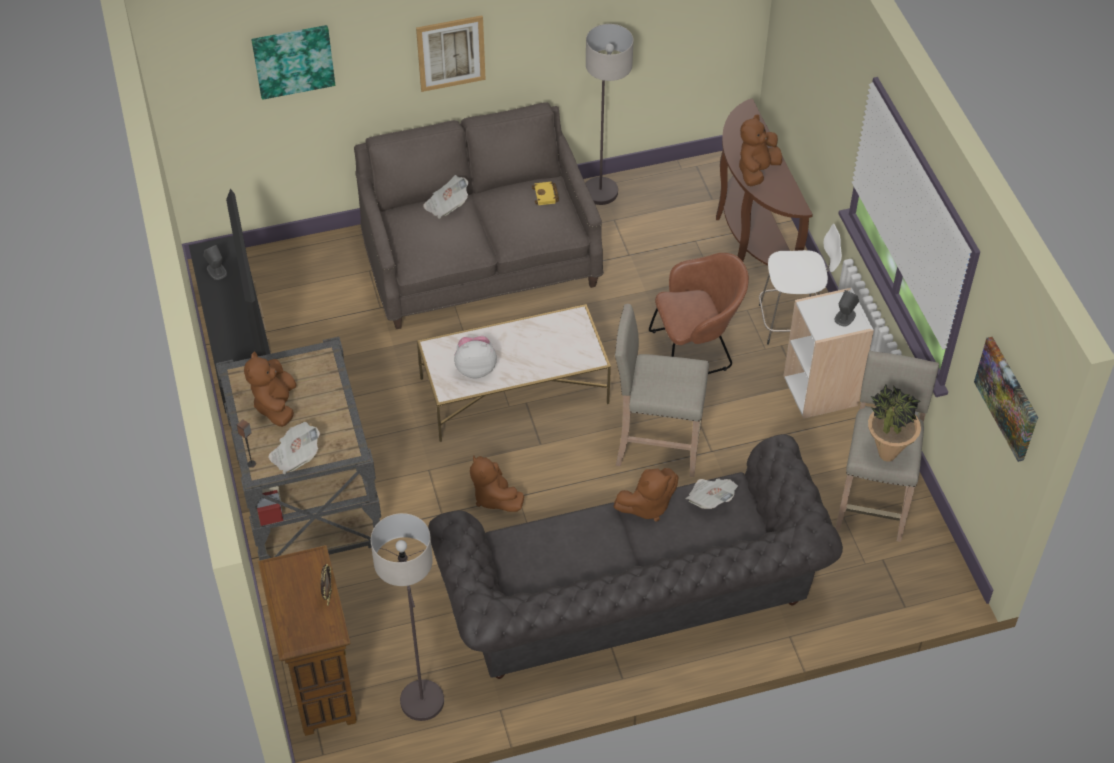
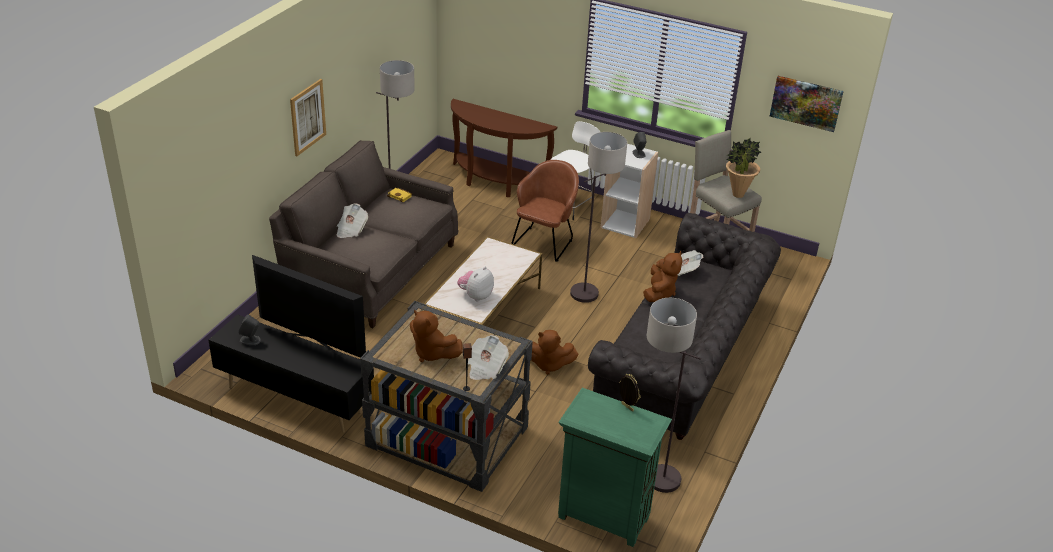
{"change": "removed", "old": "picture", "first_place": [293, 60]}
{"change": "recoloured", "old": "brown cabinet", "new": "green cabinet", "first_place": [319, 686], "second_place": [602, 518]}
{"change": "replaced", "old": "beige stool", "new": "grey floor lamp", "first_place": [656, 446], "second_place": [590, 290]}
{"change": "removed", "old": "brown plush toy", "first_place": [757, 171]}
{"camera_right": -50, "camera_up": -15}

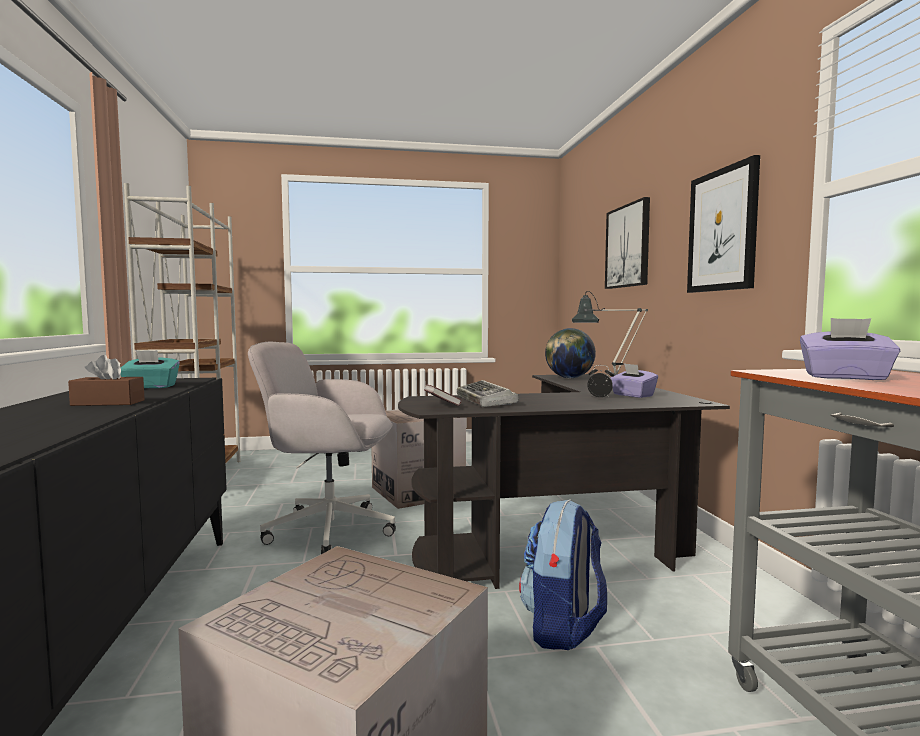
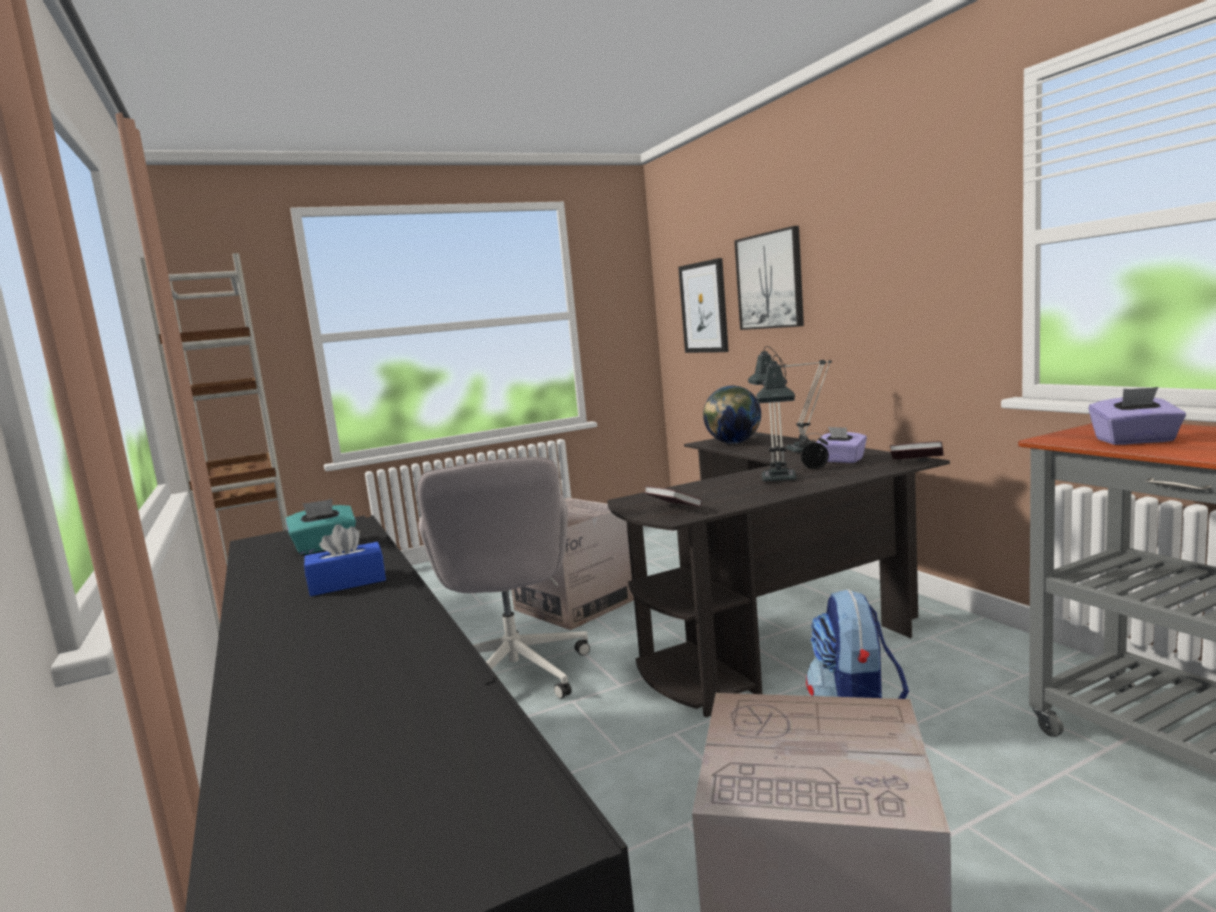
{"change": "recoloured", "old": "brown tissue box", "new": "blue tissue box", "first_place": [108, 403], "second_place": [347, 583]}
{"change": "turned", "old": "grey office chair", "first_place": [329, 531], "second_place": [515, 675], "degrees": -90}
{"change": "removed", "old": "keyboard", "first_place": [486, 401]}
{"change": "moved", "old": "picture", "first_place": [722, 230], "second_place": [704, 307]}
{"change": "added", "new": "table lamp", "second_place": [779, 481]}
{"change": "added", "new": "book", "second_place": [917, 461]}
{"camera_right": -15, "camera_up": 5}

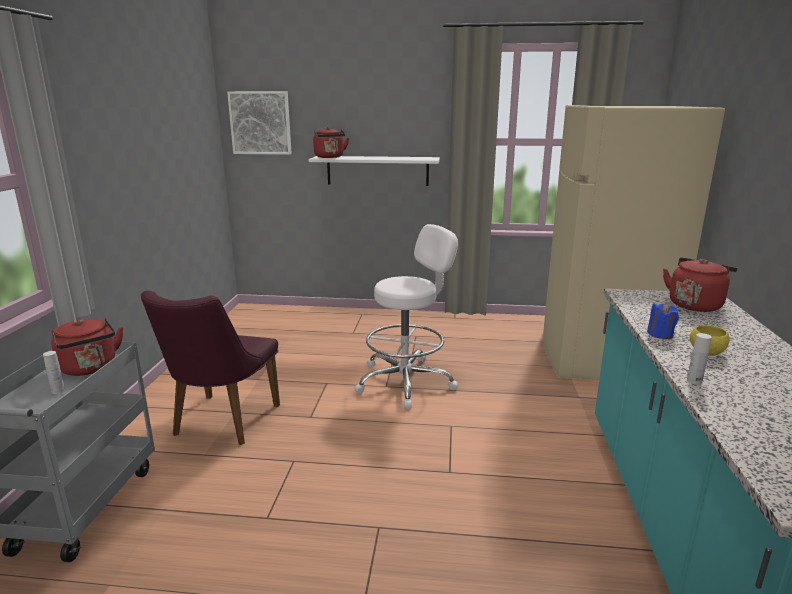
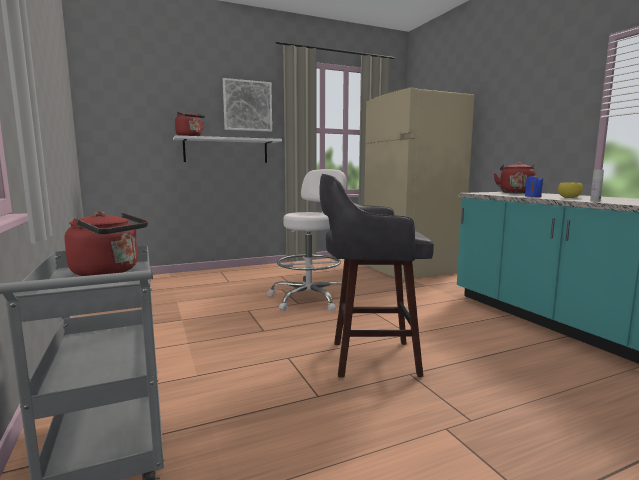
{"change": "removed", "old": "white bottle", "first_place": [58, 391]}
{"change": "removed", "old": "purple chair", "first_place": [221, 424]}
{"change": "moved", "old": "picture", "first_place": [260, 123], "second_place": [247, 106]}
{"change": "added", "new": "grey stool", "second_place": [369, 358]}
{"camera_right": -30, "camera_up": -10}

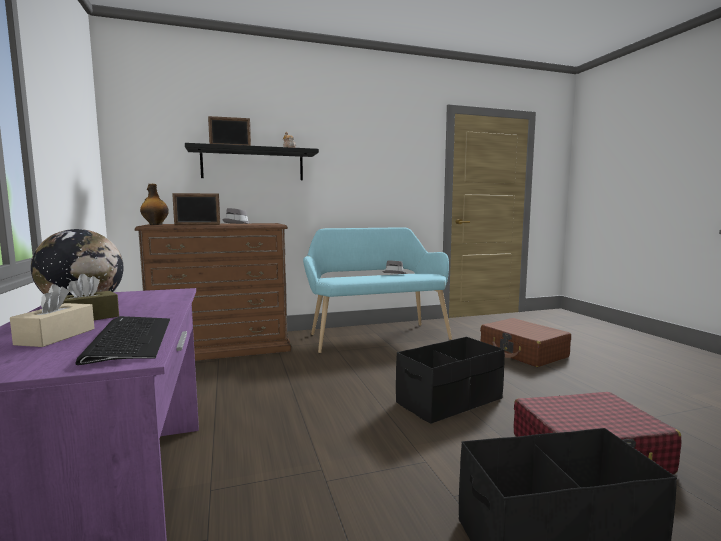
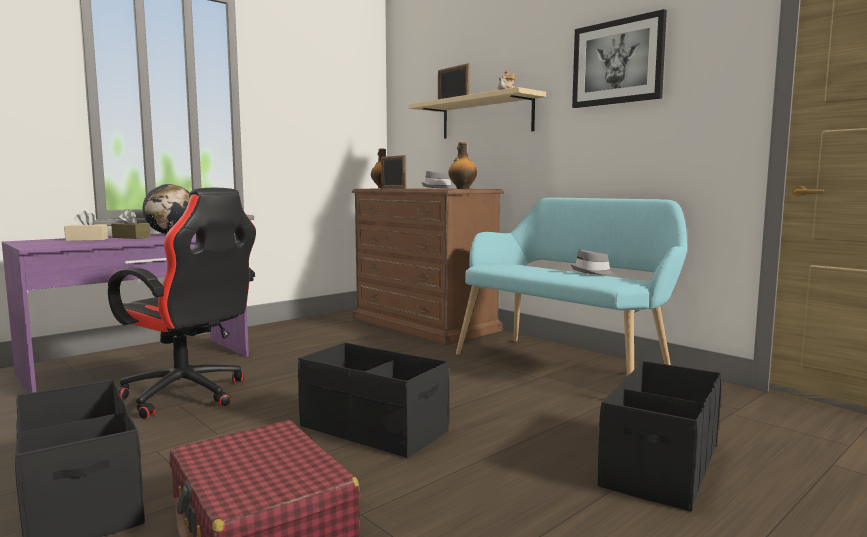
{"change": "removed", "old": "keyboard", "first_place": [130, 339]}
{"change": "recoloured", "old": "black shelf", "new": "beige shelf", "first_place": [253, 165], "second_place": [486, 117]}
{"change": "replaced", "old": "brown suitcase", "new": "black storage box", "first_place": [523, 352], "second_place": [660, 465]}
{"change": "added", "new": "black office chair", "second_place": [189, 398]}
{"change": "added", "new": "bottle", "second_place": [462, 188]}
{"change": "added", "new": "picture", "second_place": [617, 62]}
{"camera_right": 65, "camera_up": 0}

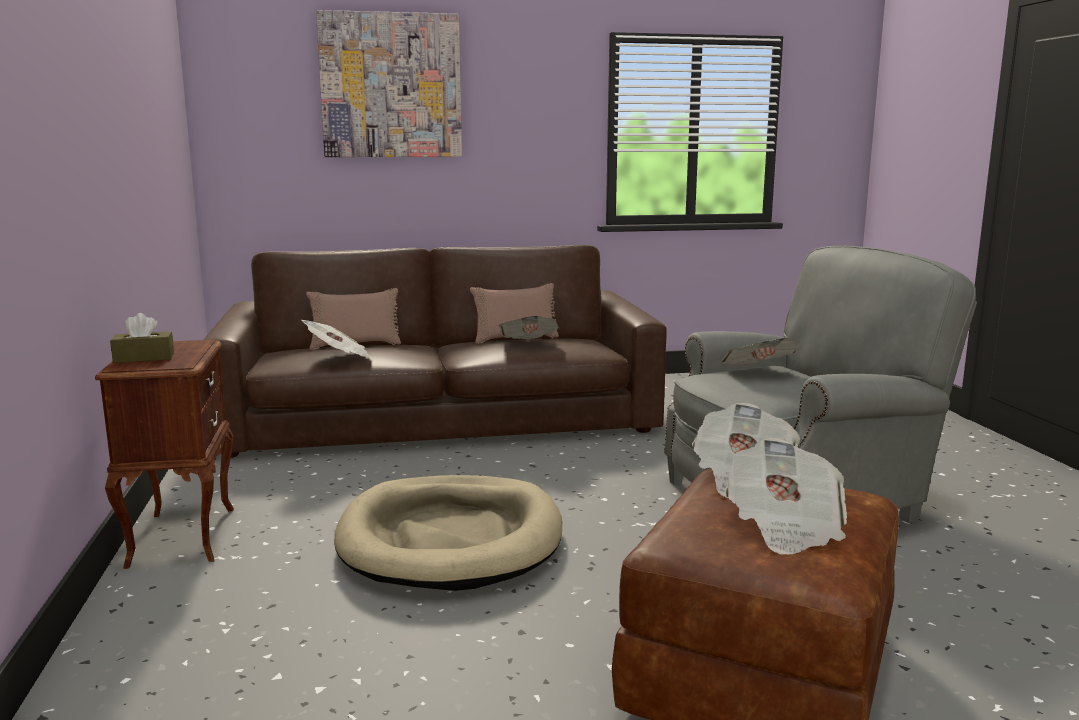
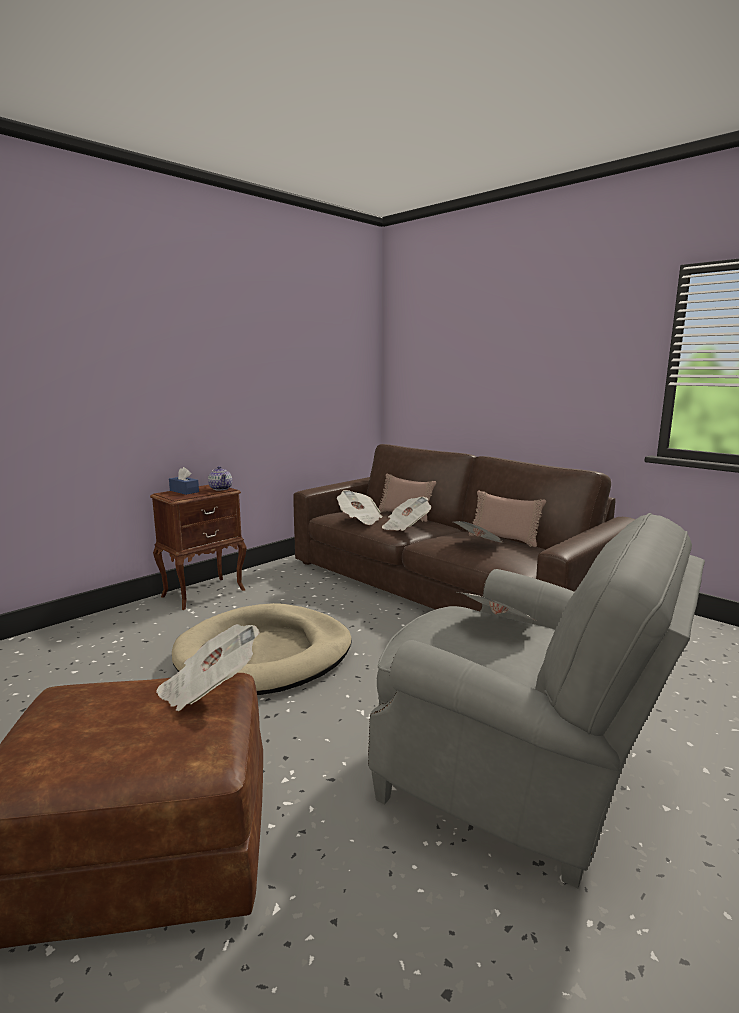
{"change": "recoloured", "old": "brown tissue box", "new": "blue tissue box", "first_place": [144, 358], "second_place": [184, 491]}
{"change": "removed", "old": "picture", "first_place": [391, 86]}
{"change": "moved", "old": "newspaper", "first_place": [784, 527], "second_place": [405, 526]}
{"change": "added", "new": "teapot", "second_place": [221, 488]}
{"camera_right": 55, "camera_up": 0}

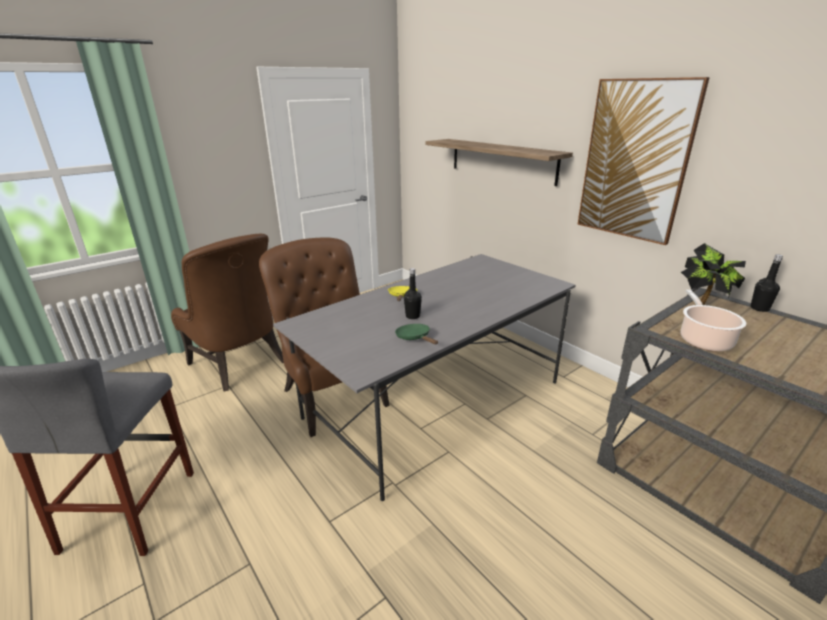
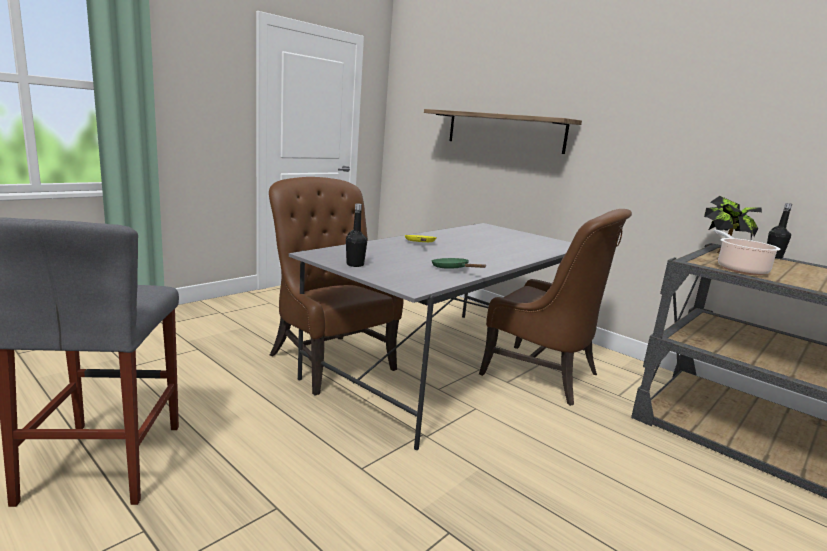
{"change": "moved", "old": "brown chair", "first_place": [239, 363], "second_place": [542, 374]}
{"change": "moved", "old": "black bottle", "first_place": [412, 316], "second_place": [355, 264]}
{"change": "removed", "old": "picture", "first_place": [635, 161]}
{"camera_right": -10, "camera_up": -10}

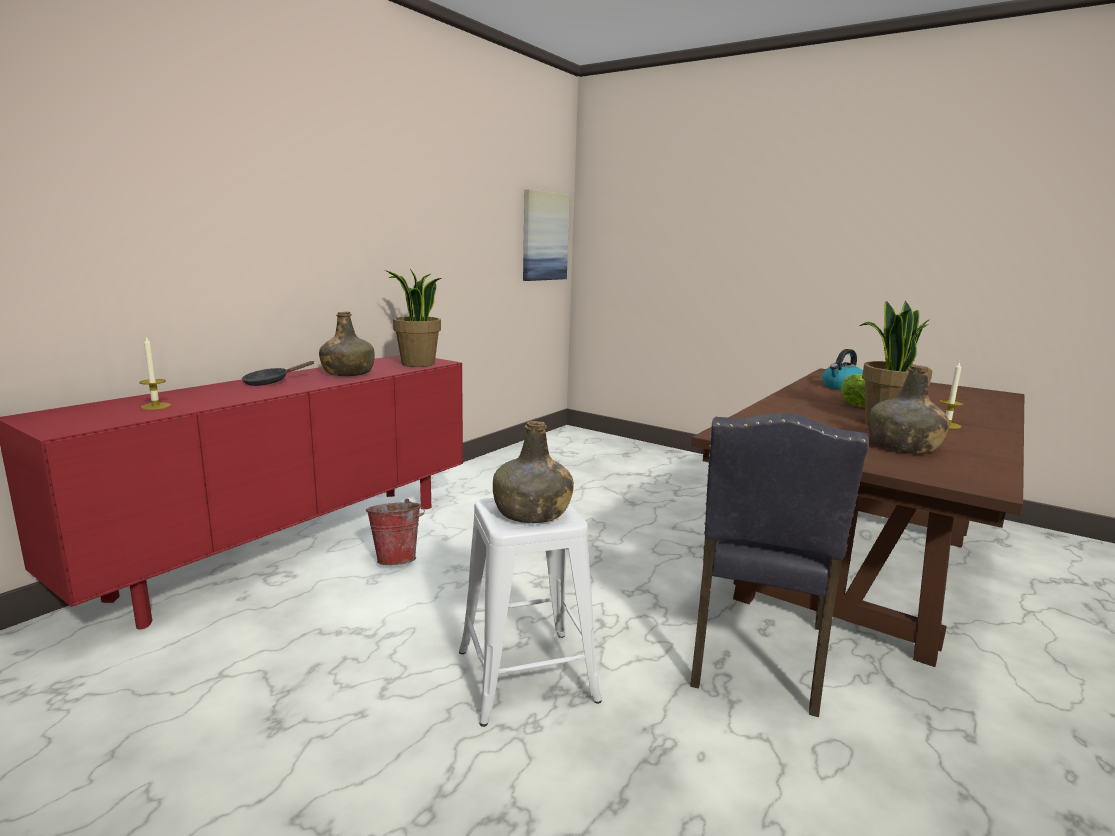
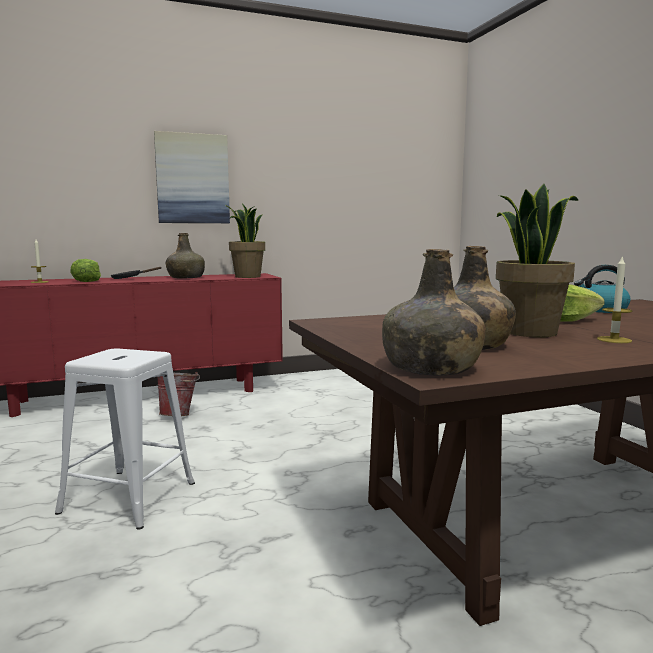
{"change": "moved", "old": "green bottle", "first_place": [532, 513], "second_place": [431, 368]}
{"change": "moved", "old": "picture", "first_place": [544, 236], "second_place": [192, 179]}
{"change": "removed", "old": "grey chair", "first_place": [756, 656]}
{"change": "added", "new": "lettuce", "second_place": [87, 281]}
{"camera_right": 35, "camera_up": -5}

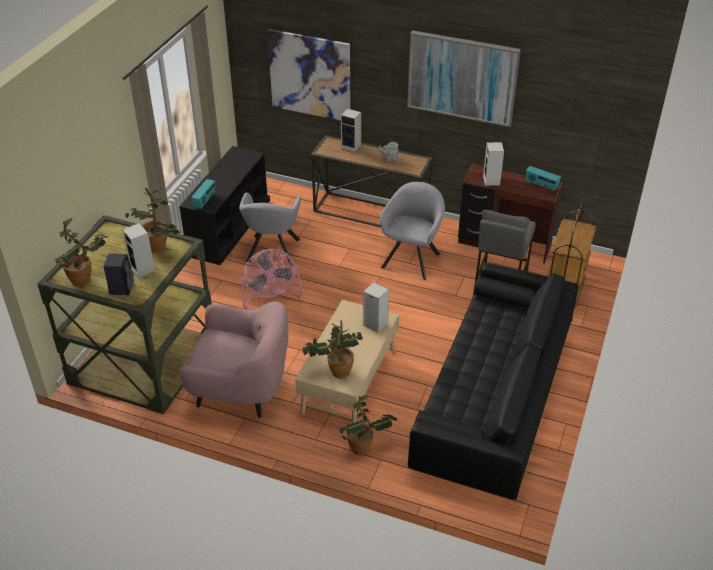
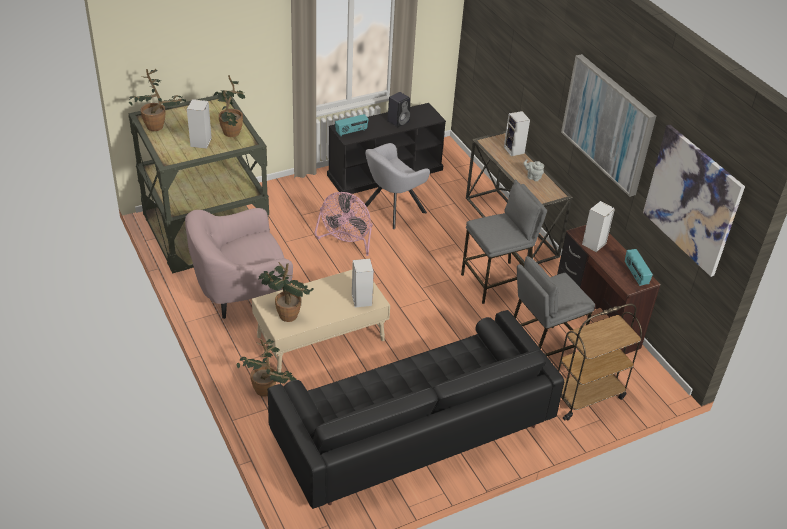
{"change": "moved", "old": "black speaker", "first_place": [121, 287], "second_place": [398, 121]}
{"change": "turned", "old": "pink armchair", "first_place": [241, 389], "second_place": [241, 292], "degrees": 105}
{"change": "moved", "old": "picture", "first_place": [310, 75], "second_place": [692, 199]}
{"change": "replaced", "old": "grey armchair", "new": "grey stool", "first_place": [412, 258], "second_place": [496, 282]}
{"camera_right": 40, "camera_up": 0}

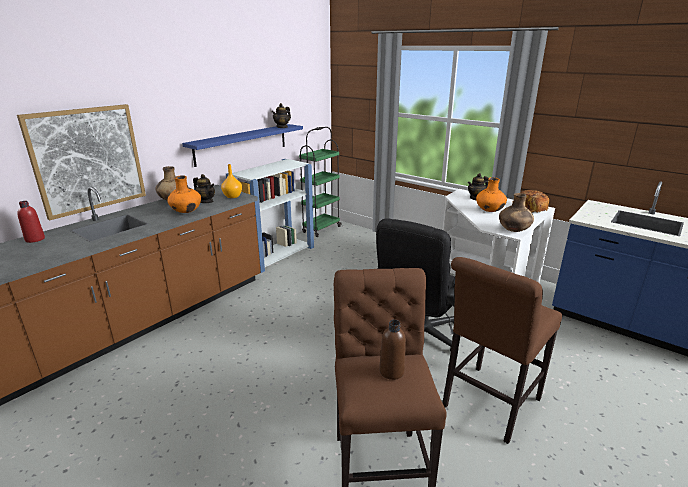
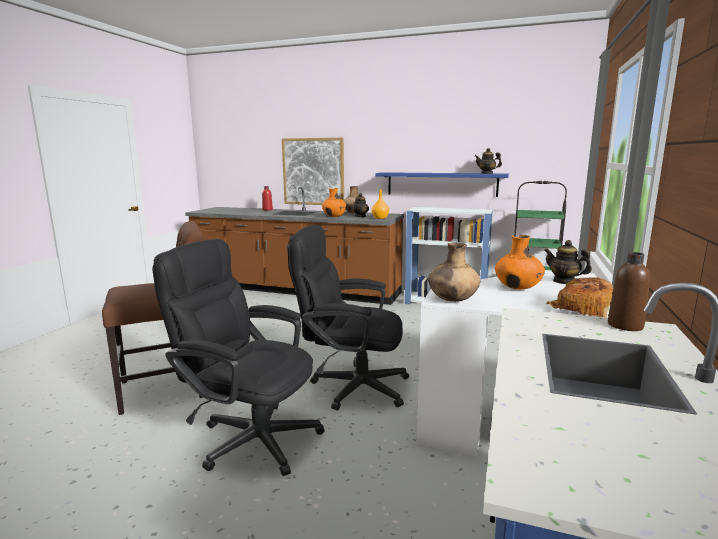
{"change": "moved", "old": "brown bottle", "first_place": [391, 371], "second_place": [625, 326]}
{"change": "replaced", "old": "brown stool", "new": "black office chair", "first_place": [487, 405], "second_place": [249, 436]}
{"camera_right": 70, "camera_up": -10}

